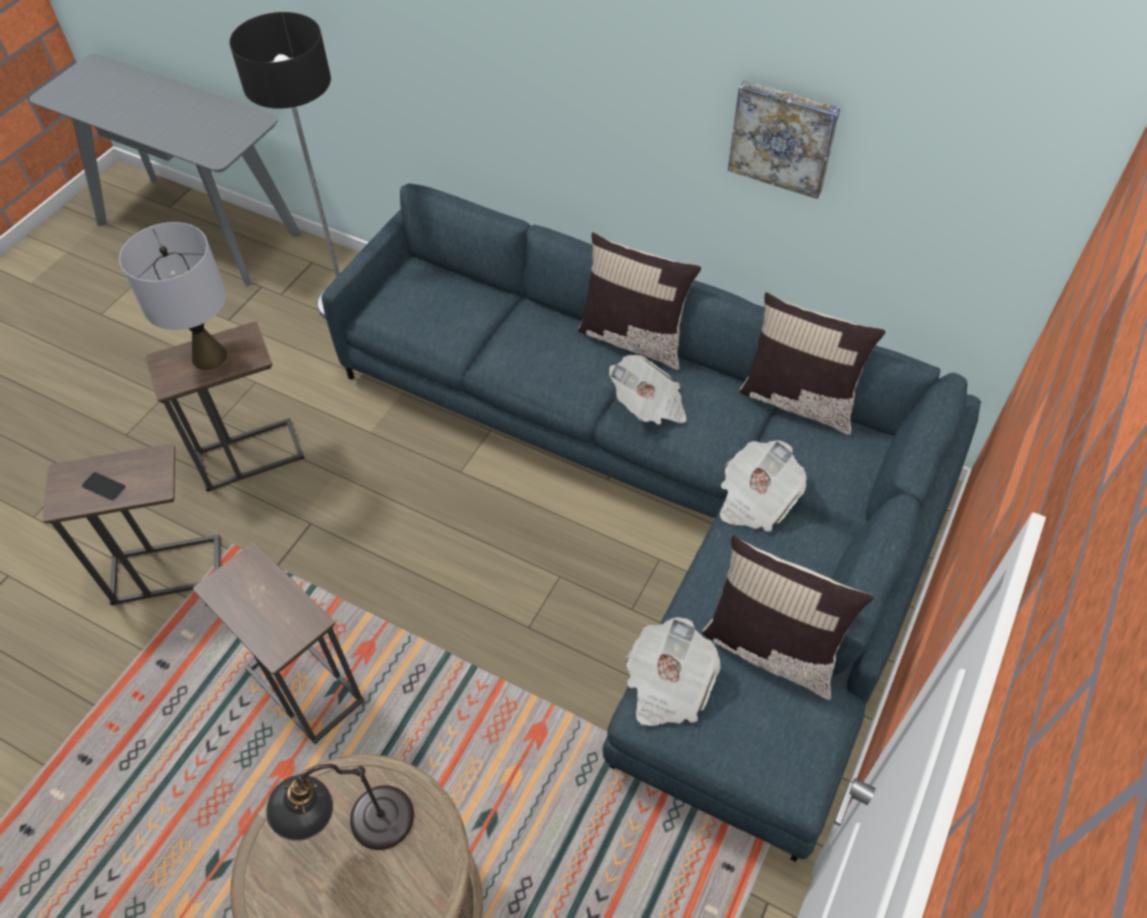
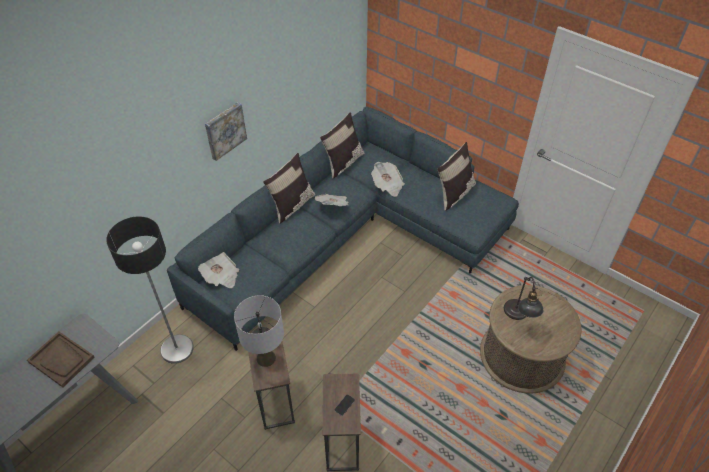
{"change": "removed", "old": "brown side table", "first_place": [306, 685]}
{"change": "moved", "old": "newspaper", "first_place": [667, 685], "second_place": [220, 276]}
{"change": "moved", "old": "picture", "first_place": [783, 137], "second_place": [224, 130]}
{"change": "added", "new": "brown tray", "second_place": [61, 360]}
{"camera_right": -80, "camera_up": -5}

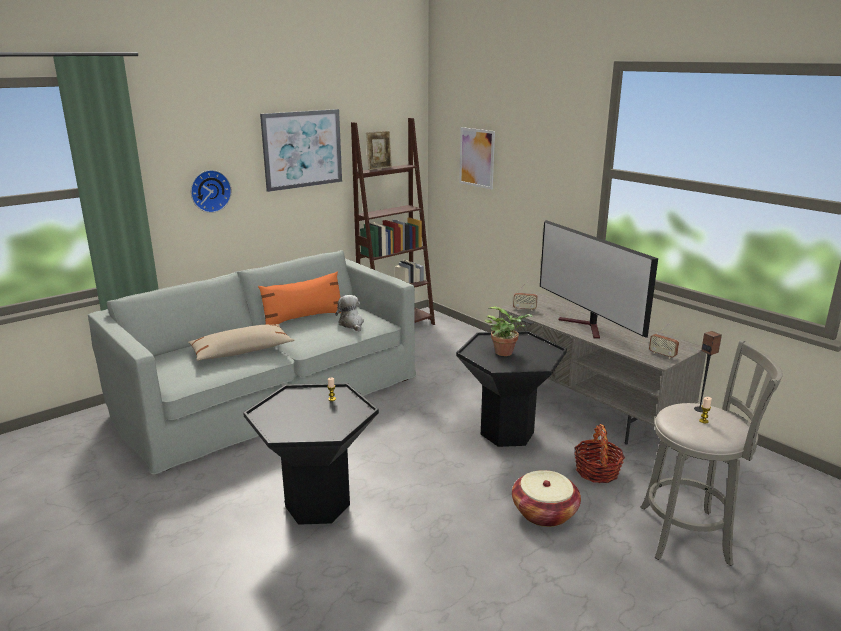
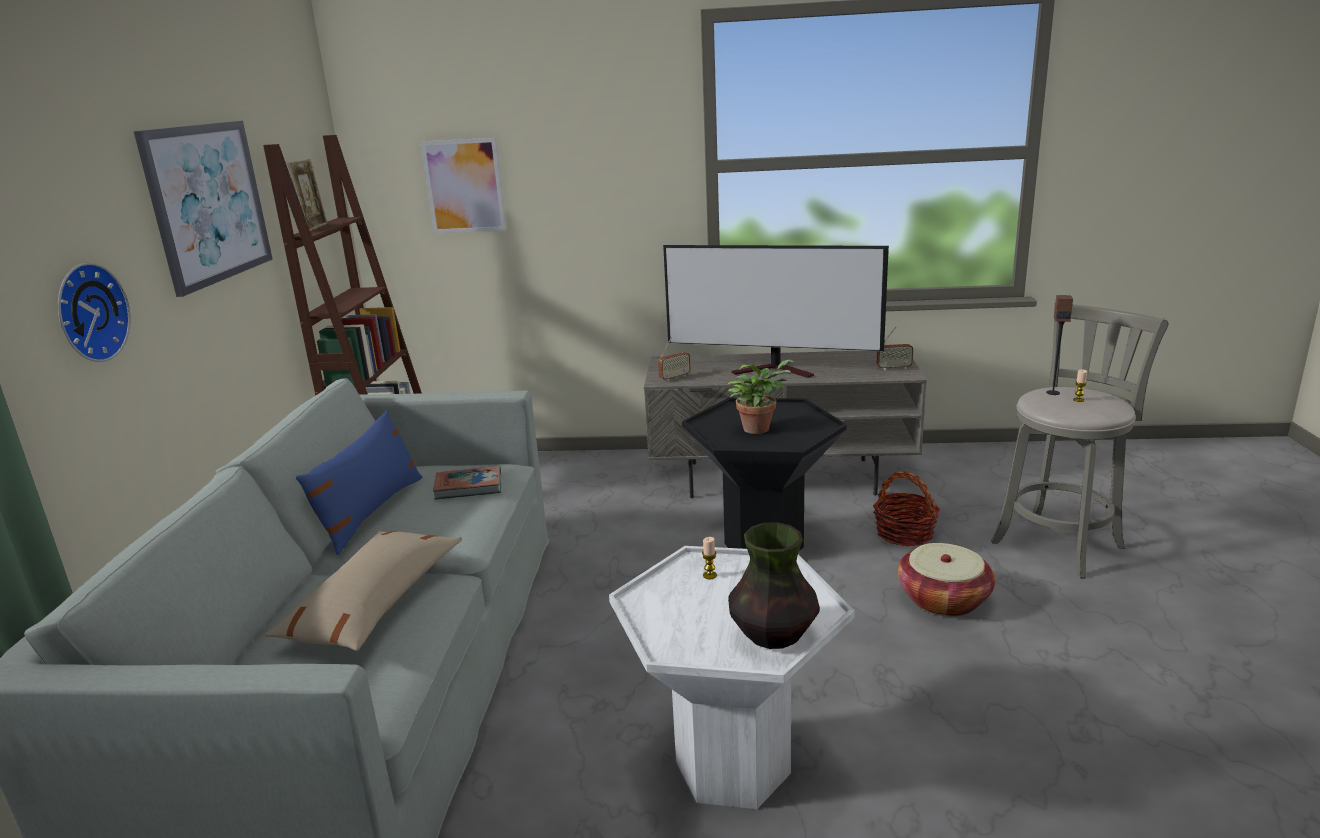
{"change": "recoloured", "old": "black side table", "new": "white side table", "first_place": [317, 505], "second_place": [732, 767]}
{"change": "recoloured", "old": "orange pillow", "new": "blue pillow", "first_place": [303, 318], "second_place": [370, 512]}
{"change": "replaced", "old": "plush toy", "new": "book", "first_place": [351, 324], "second_place": [469, 487]}
{"change": "added", "new": "vase", "second_place": [773, 636]}
{"camera_right": -45, "camera_up": 0}

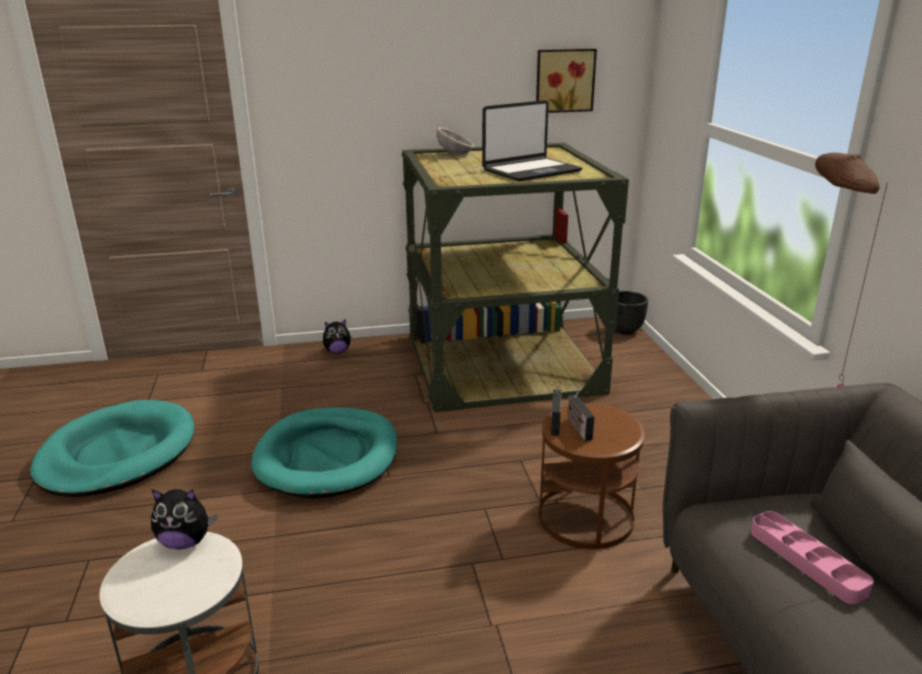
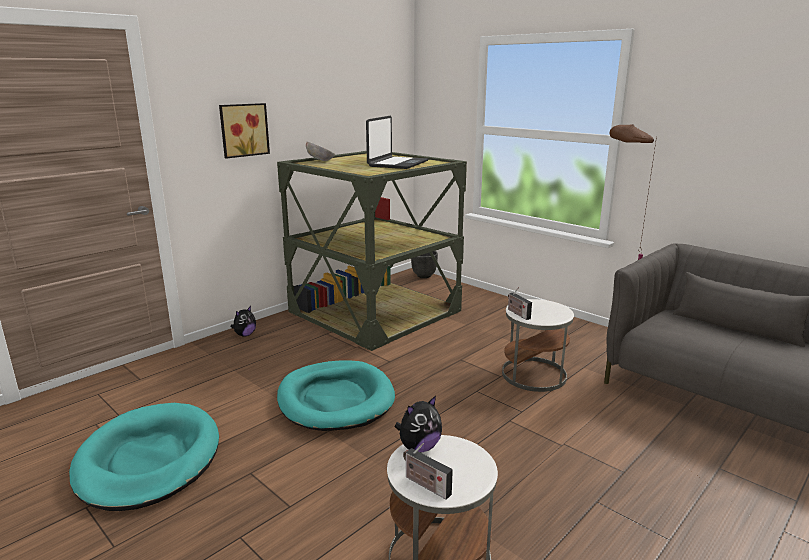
{"change": "moved", "old": "picture", "first_place": [564, 80], "second_place": [243, 130]}
{"change": "recoloured", "old": "brown side table", "new": "white side table", "first_place": [586, 517], "second_place": [534, 375]}
{"change": "moved", "old": "radio", "first_place": [577, 427], "second_place": [425, 485]}
{"change": "removed", "old": "pink tray", "first_place": [806, 561]}
{"camera_right": -35, "camera_up": -5}

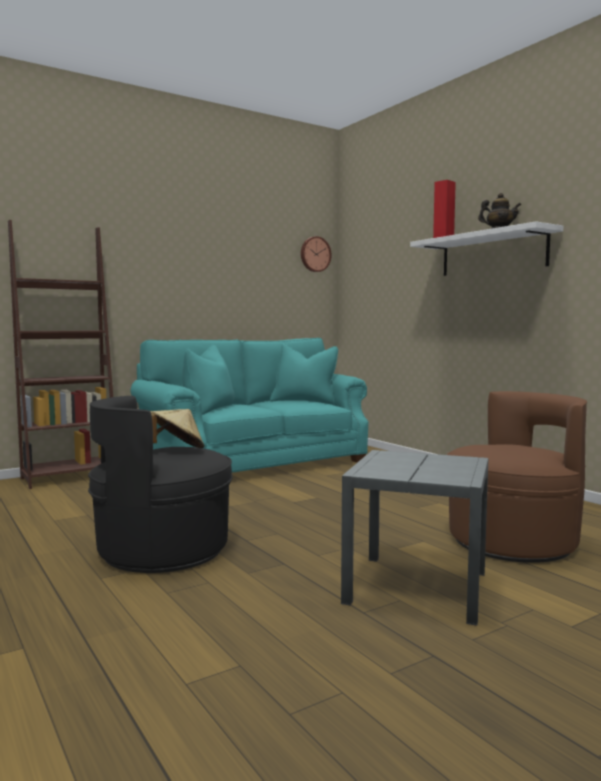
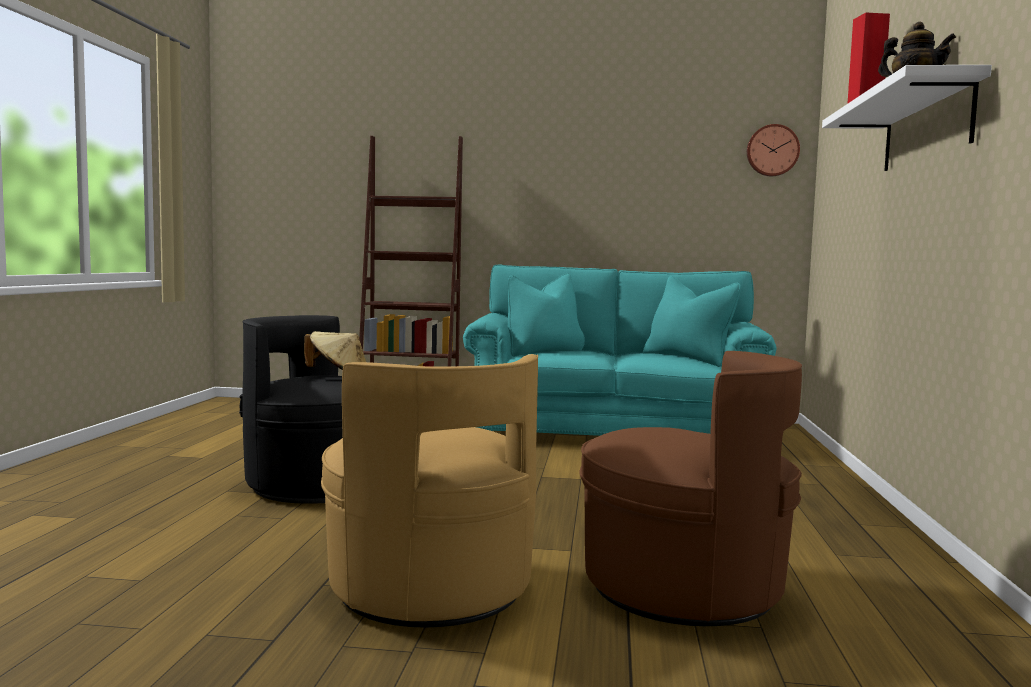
{"change": "replaced", "old": "grey side table", "new": "beige armchair", "first_place": [418, 588], "second_place": [429, 586]}
{"camera_right": 40, "camera_up": 0}

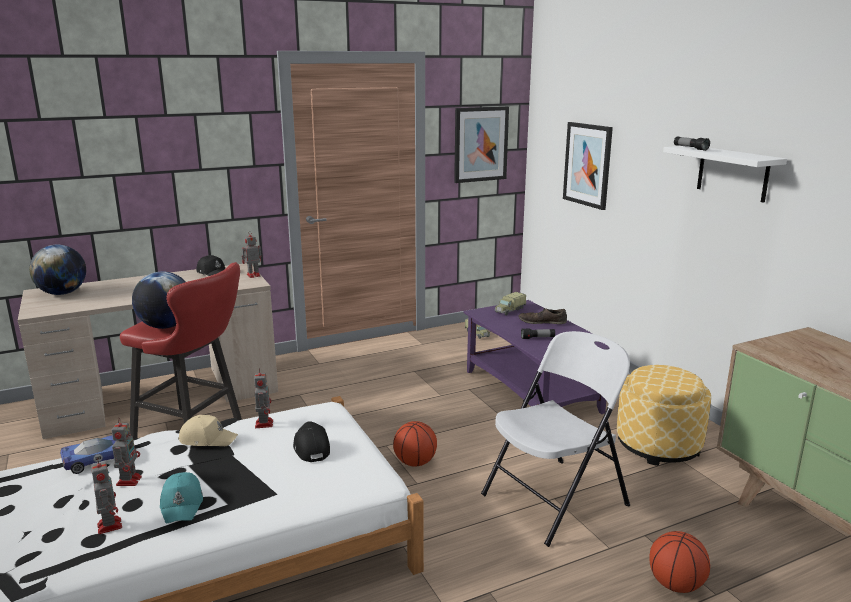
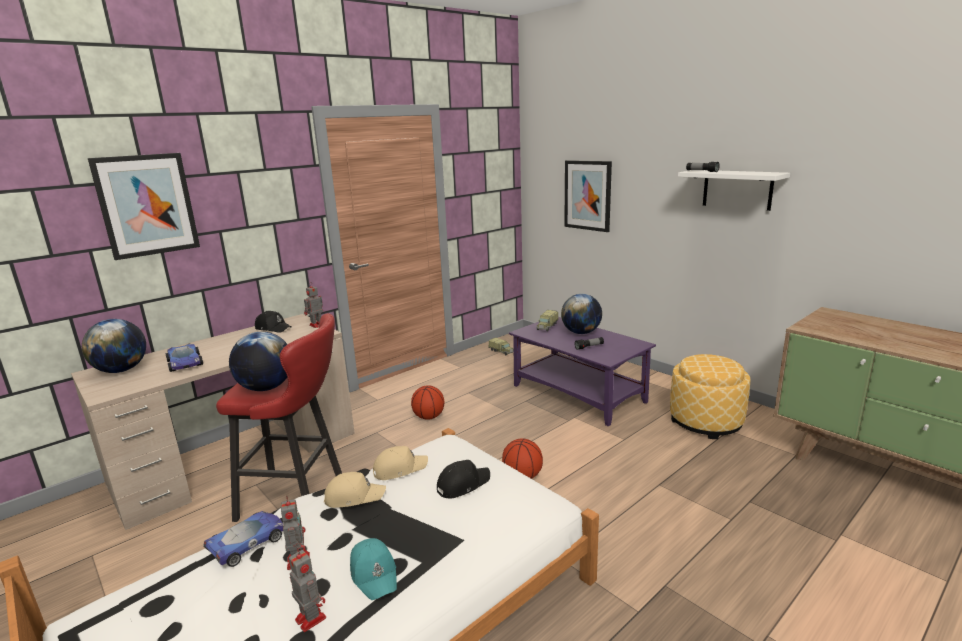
{"change": "replaced", "old": "toy robot", "new": "beige cap", "first_place": [264, 423], "second_place": [399, 469]}
{"change": "turned", "old": "black cap", "first_place": [311, 448], "second_place": [462, 484], "degrees": 90}
{"change": "moved", "old": "picture", "first_place": [480, 144], "second_place": [147, 205]}
{"change": "removed", "old": "white chair", "first_place": [555, 500]}
{"change": "replaced", "old": "brown shoe", "new": "globe", "first_place": [542, 322], "second_place": [581, 332]}
{"change": "moved", "old": "basketball", "first_place": [675, 585], "second_place": [429, 417]}
{"change": "added", "new": "toy car", "second_place": [185, 363]}
{"camera_right": -15, "camera_up": 0}

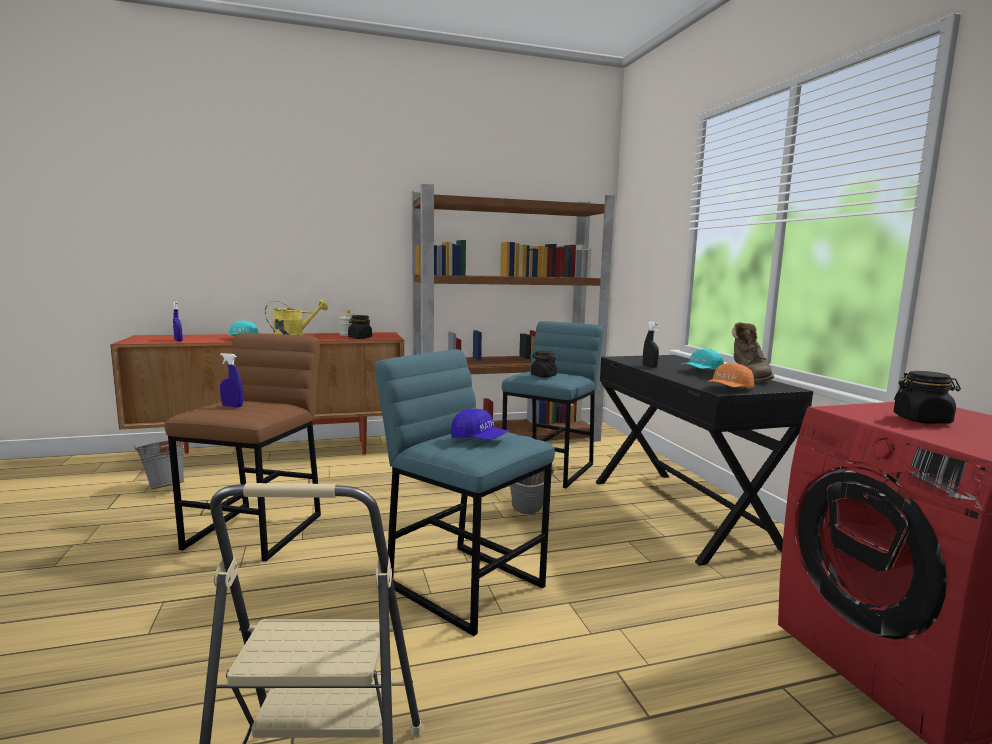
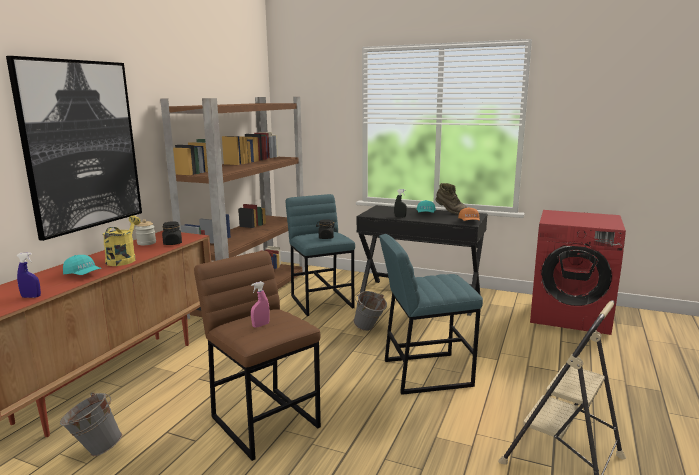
{"change": "recoloured", "old": "blue spray bottle", "new": "pink spray bottle", "first_place": [232, 406], "second_place": [261, 325]}
{"change": "removed", "old": "blue cap", "first_place": [479, 439]}
{"change": "removed", "old": "black jar", "first_place": [922, 420]}
{"change": "added", "new": "picture", "second_place": [81, 145]}
{"camera_right": -50, "camera_up": 5}

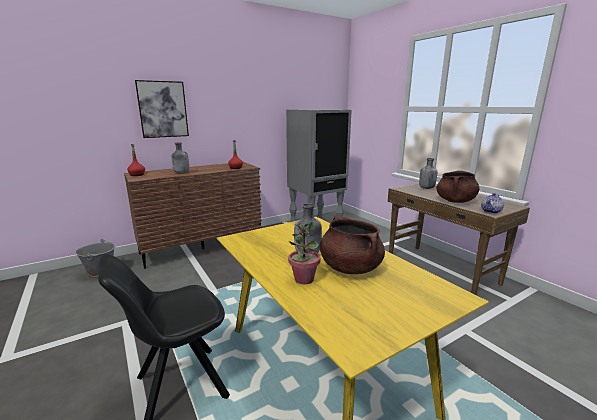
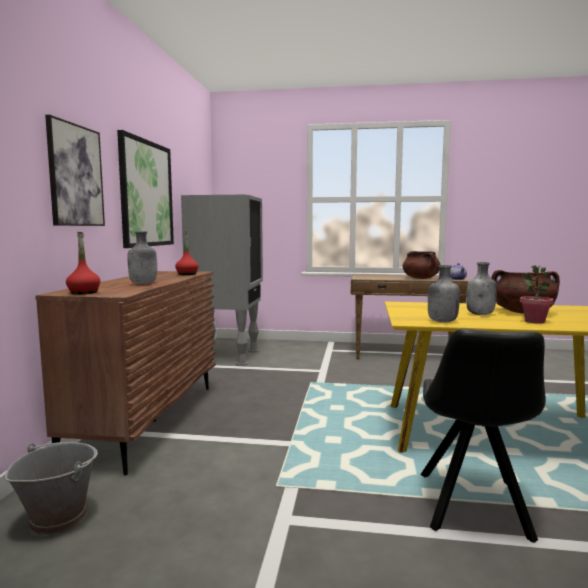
{"change": "moved", "old": "grey bottle", "first_place": [426, 188], "second_place": [441, 321]}
{"change": "added", "new": "picture", "second_place": [146, 194]}
{"camera_right": -50, "camera_up": -10}

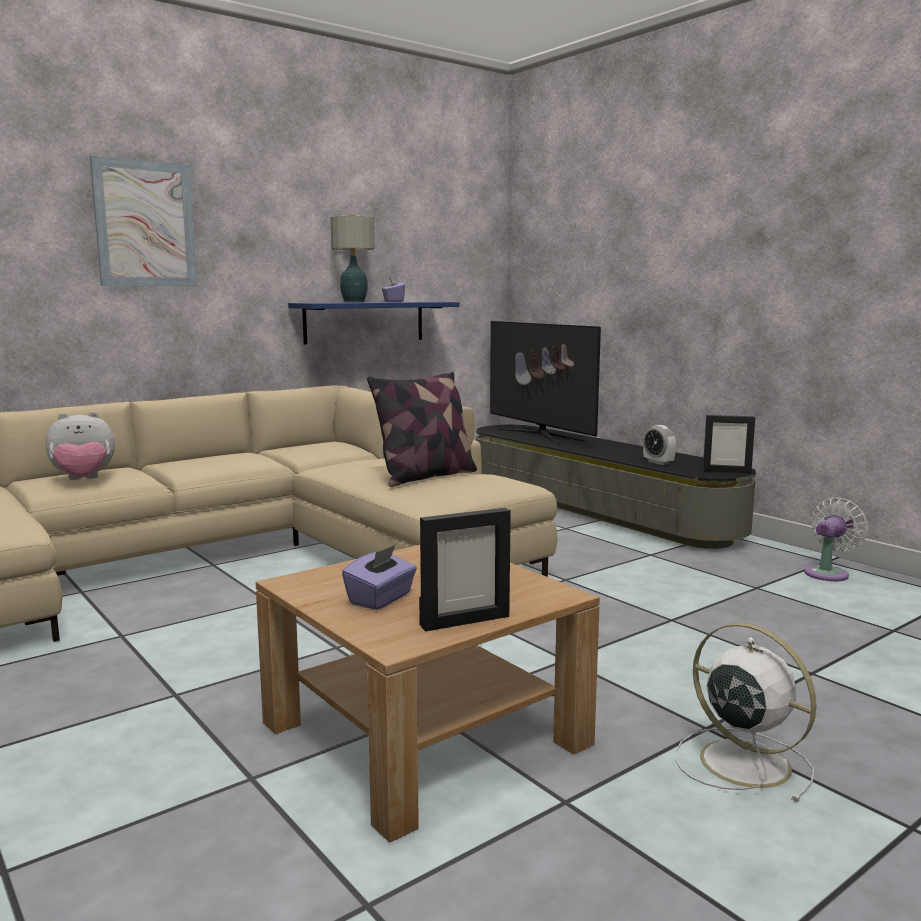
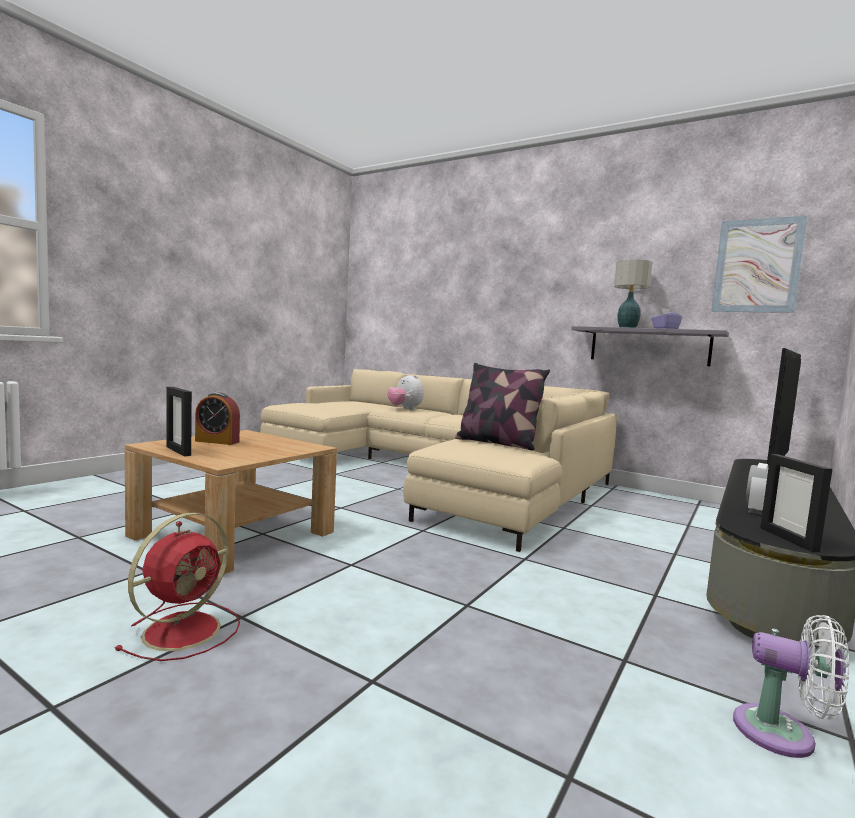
{"change": "moved", "old": "picture", "first_place": [145, 224], "second_place": [757, 266]}
{"change": "recoloured", "old": "blue shelf", "new": "grey shelf", "first_place": [364, 322], "second_place": [649, 346]}
{"change": "replaced", "old": "purple tissue box", "new": "alarm clock", "first_place": [381, 599], "second_place": [217, 441]}
{"change": "recoloured", "old": "white fan", "new": "red fan", "first_place": [741, 761], "second_place": [185, 629]}
{"camera_right": 70, "camera_up": -5}

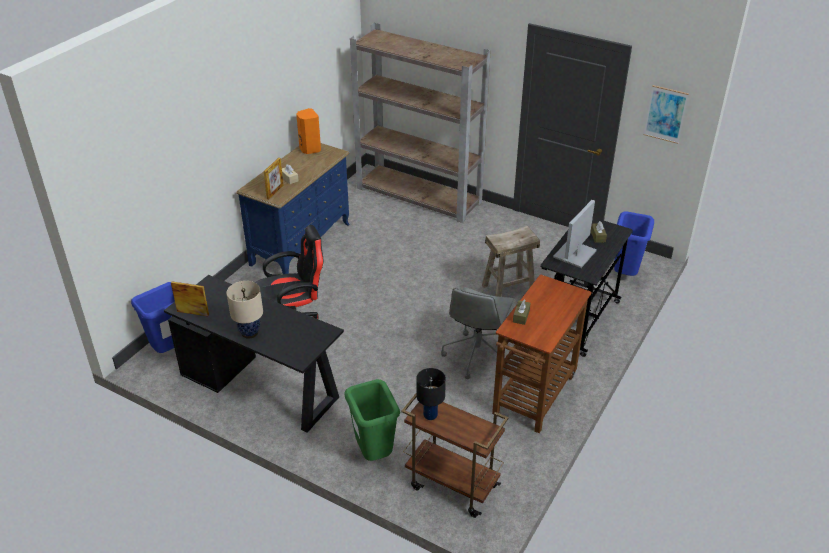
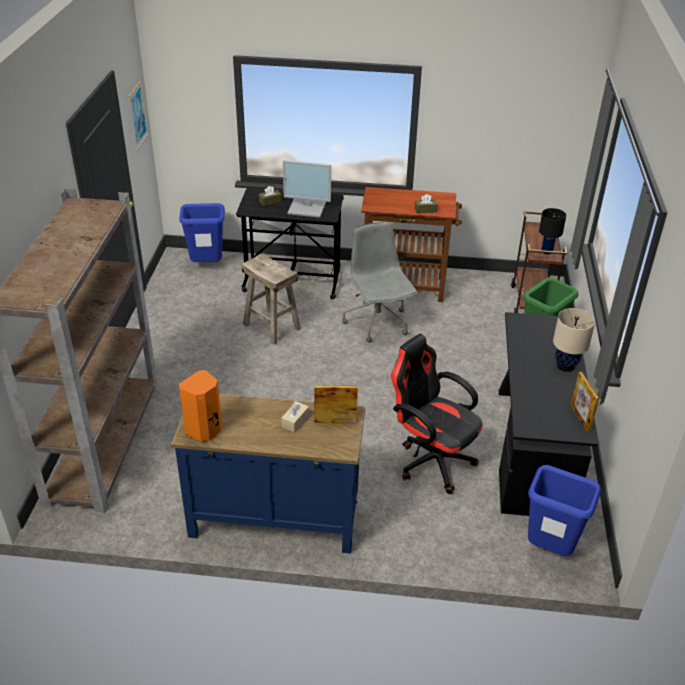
{"change": "turned", "old": "grey office chair", "first_place": [477, 354], "second_place": [378, 325], "degrees": -105}
{"camera_right": -115, "camera_up": 0}

